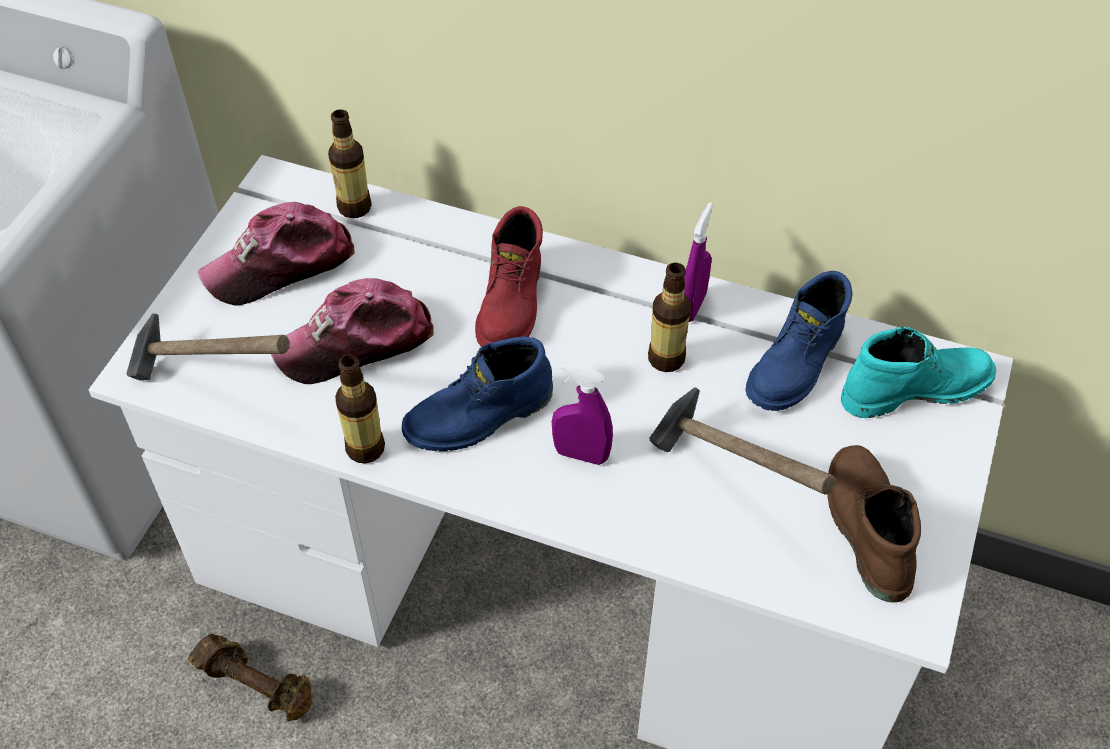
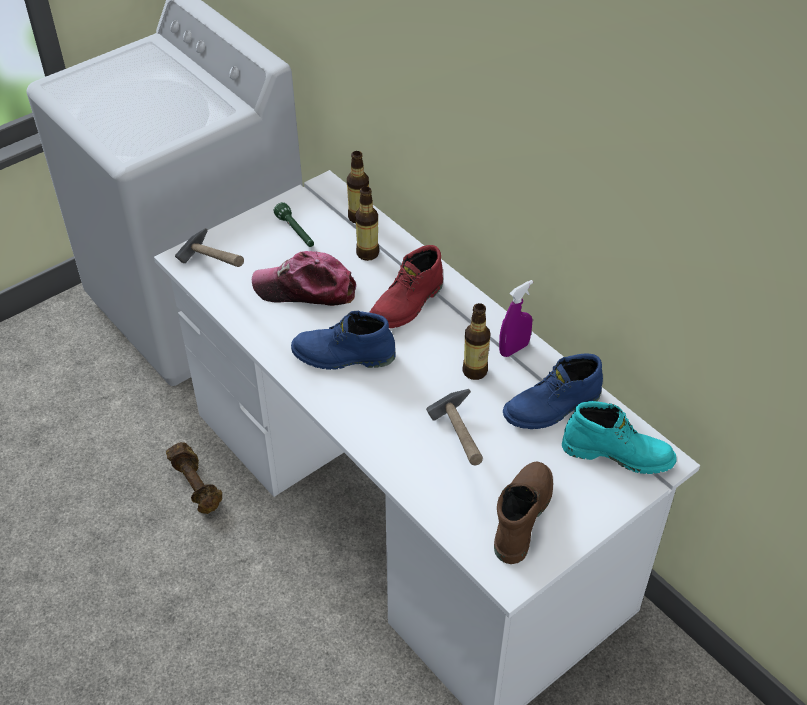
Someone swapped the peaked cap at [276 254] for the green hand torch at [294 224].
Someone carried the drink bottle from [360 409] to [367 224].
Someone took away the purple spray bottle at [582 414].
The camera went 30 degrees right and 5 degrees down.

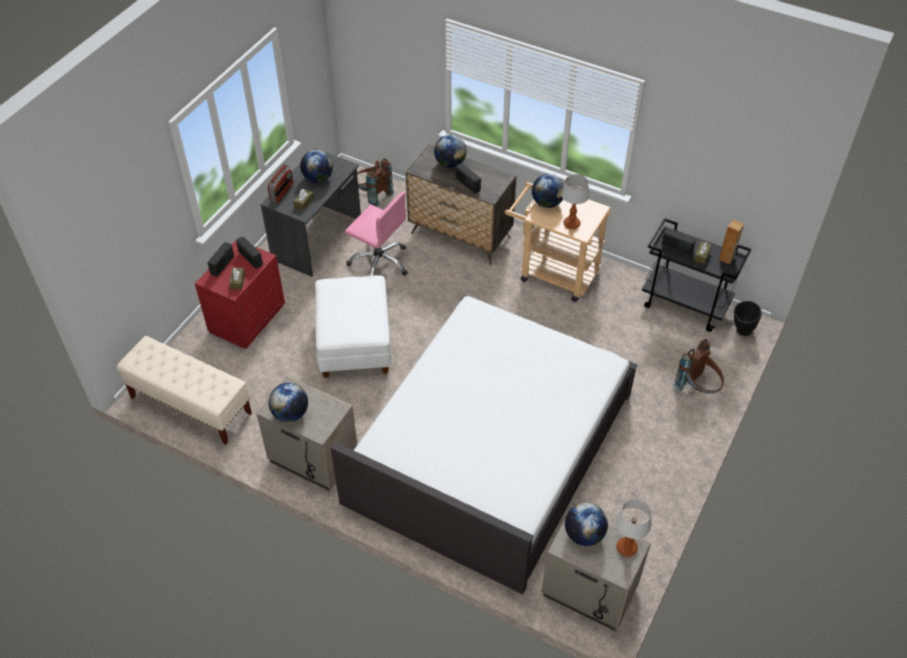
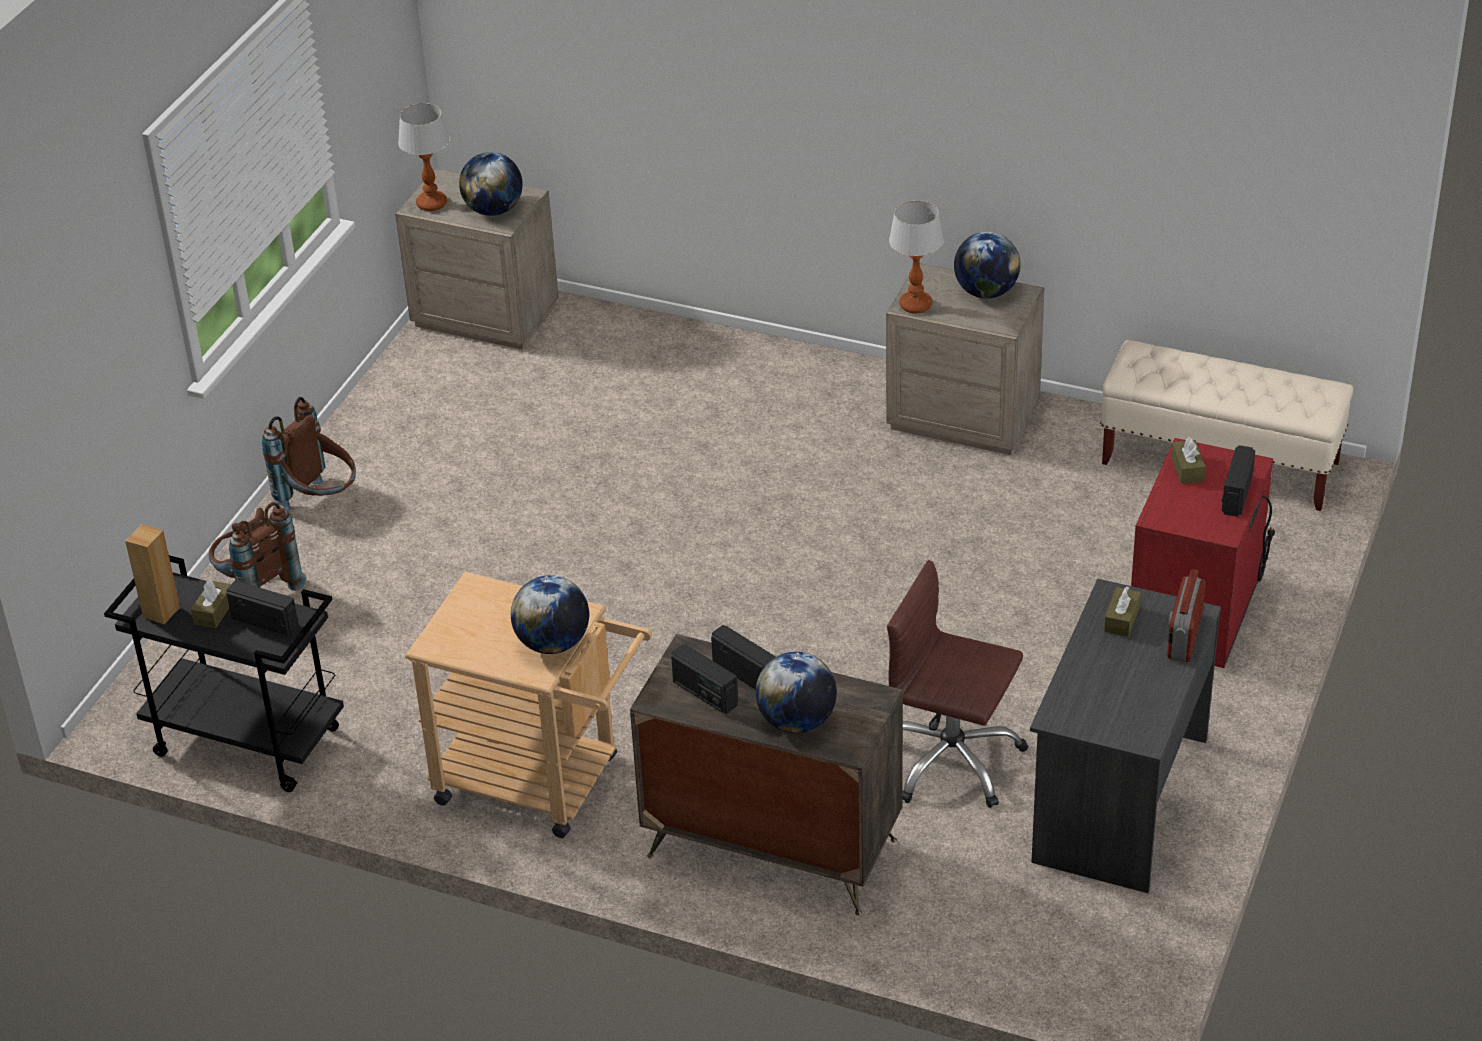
Someone took away the desk globe at [316 166].
Someone carried the brown knapsack from [375 182] to [309 454].
Someone carried the table lamp from [575 201] to [916 257].
Someone repainted the pink computer chair at [376 234], which became the brown computer chair at [957 684].
Someone carried the radio set from [249 252] to [704 679].
Someone took away the whitish ottoman at [353 326].
Someone took away the whitish sleeping bed at [484 444].
Someone took away the black flower vase at [748 318].
The camera went 175 degrees right and 10 degrees down.

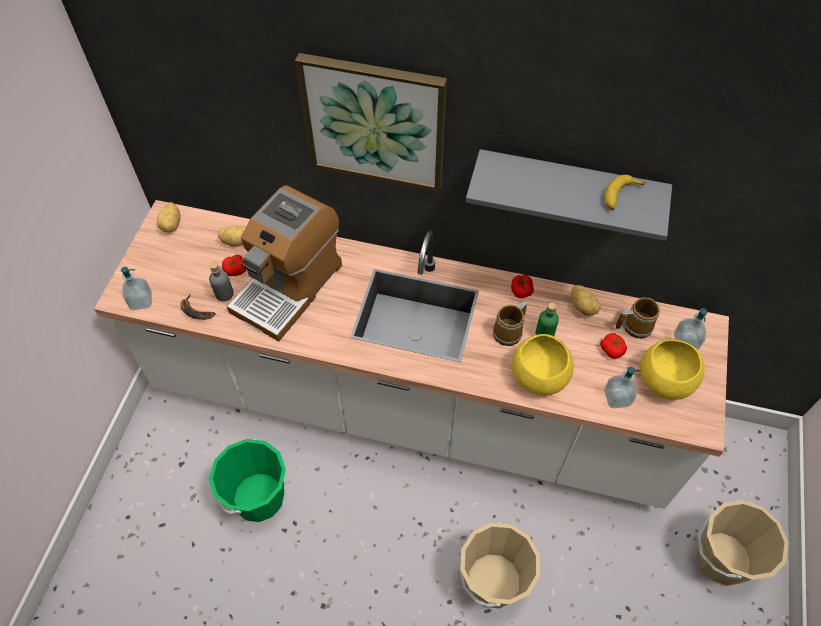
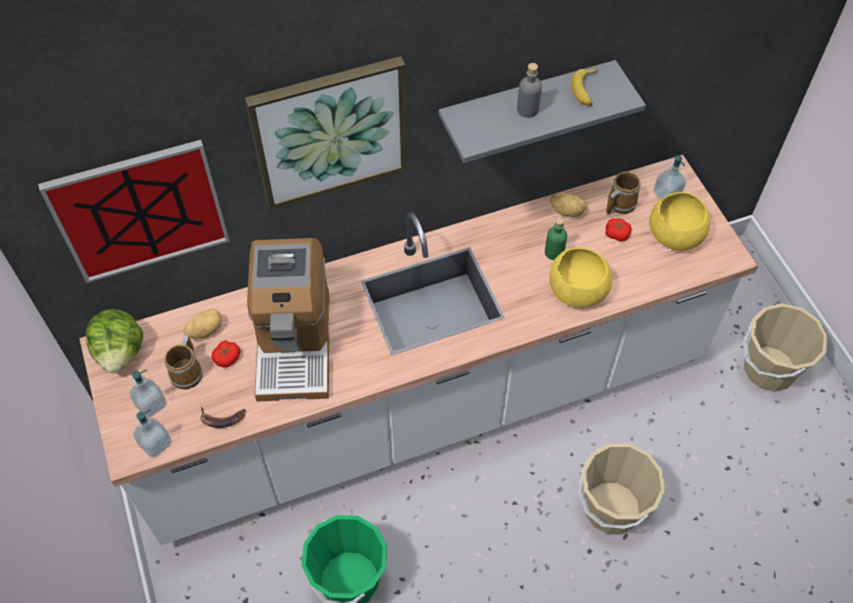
Someone swapped the spud at [169 217] for the head of lettuce at [114 341].
Someone carried the gray drink bottle from [221 282] to [529 90].
Someone took away the tomato at [522 286].
Someone carried the mug from [510 323] to [183 362].
Someone carried the soap dispenser from [622 387] to [148 393].
Someone put up the picture at [133 211].
The camera went 35 degrees left and 0 degrees up.

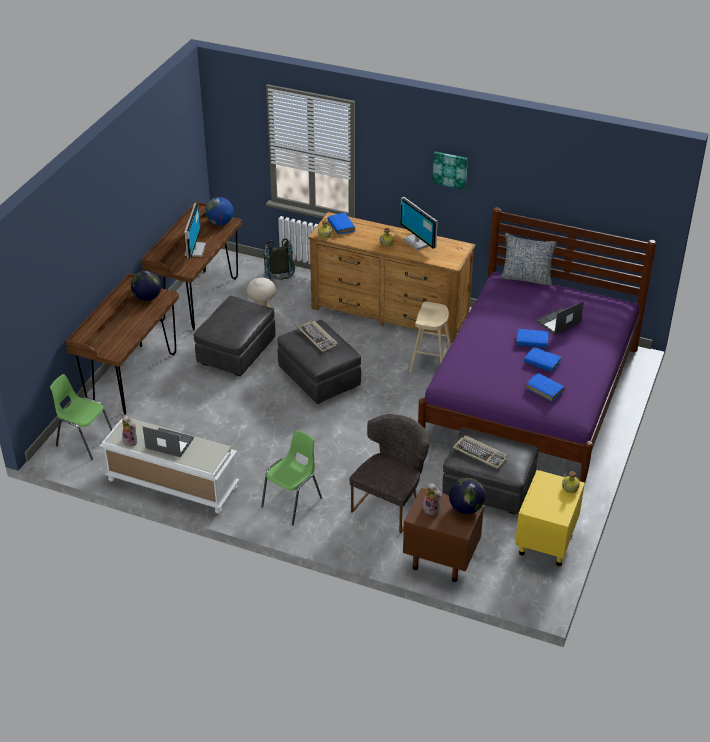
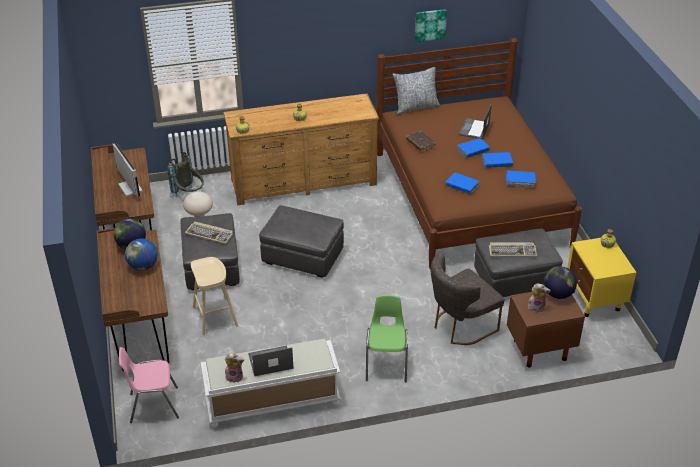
Someone carried the picture from [450 171] to [431 25].
Someone carried the desk globe from [220 211] to [141 254].
Someone took away the monitor at [419 224].
Someone repainted the purple sleeping bed at [537 345], which became the brown sleeping bed at [479 153].
Someone carried the blue volume from [341 223] to [462 183].
Someone carried the beige stool from [430 337] to [214 296].
Someone carried the PC keyboard from [317 336] to [209 232].
Someone repainted the green chair at [81 417], which became the pink chair at [149 385].
Someone rotated the gray chair at [389 474] by 120 degrees counterclockwise.
Someone put down the brown volume at [421 141].
The camera went 35 degrees left and 0 degrees up.

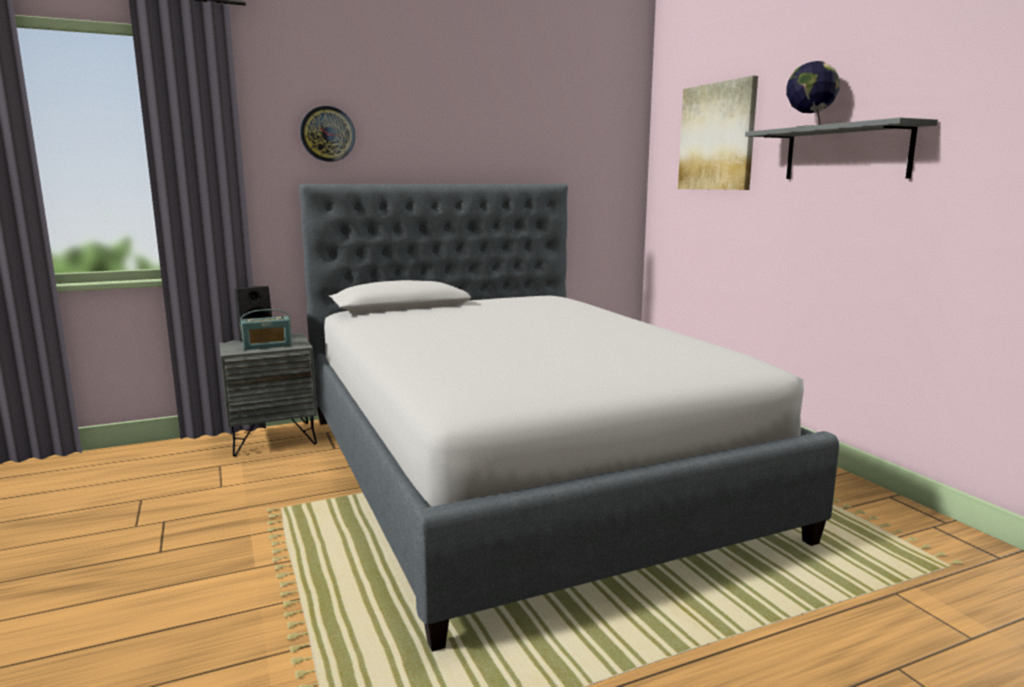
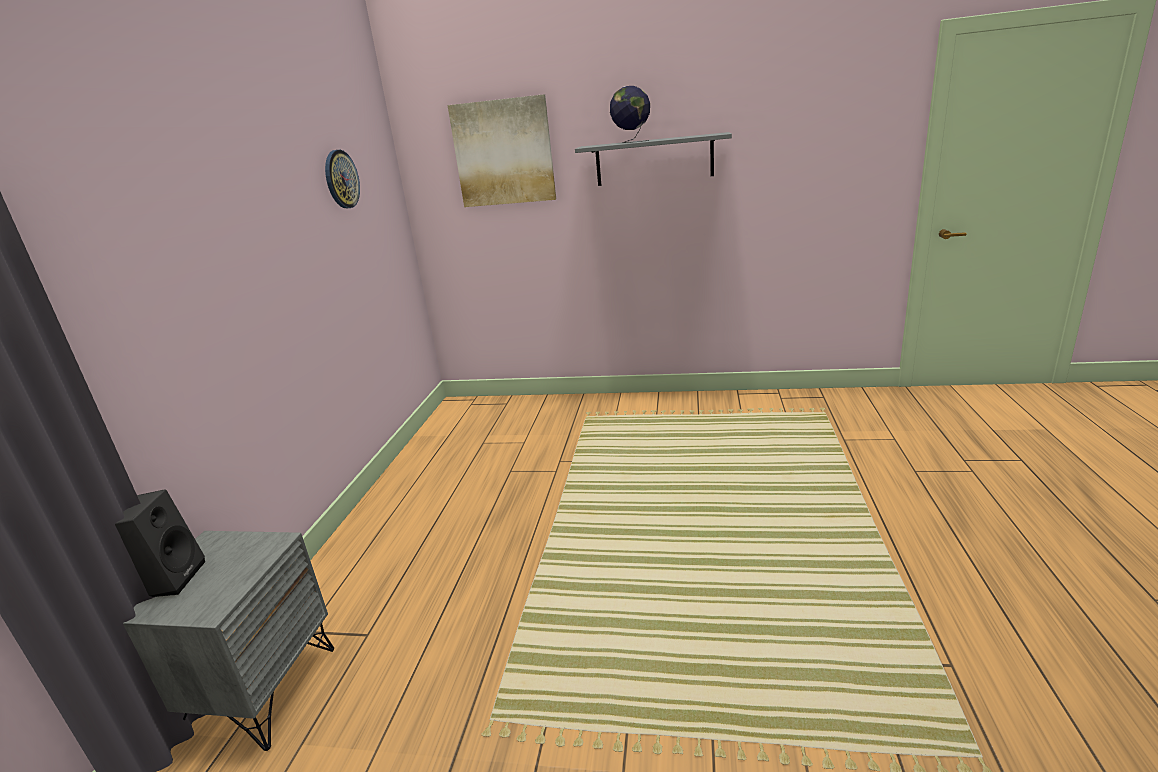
Someone carried the hanging clock from [327 134] to [342 179].
Someone took away the sleeping bed at [569 417].
Someone took away the radio set at [266 329].
The camera went 55 degrees left and 10 degrees up.

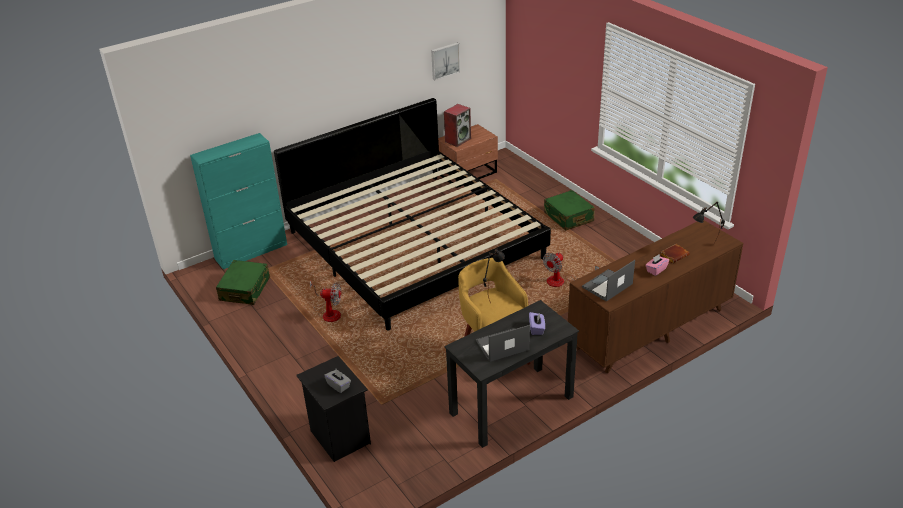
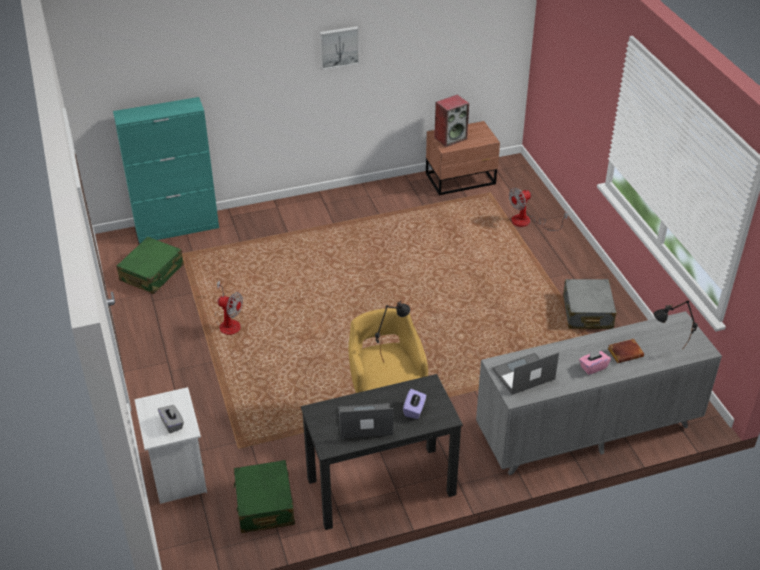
Someone carried the picture from [445 61] to [339 48].
Someone took away the sleeping bed at [412 214].
Someone carried the green suitcase from [569 210] to [264 496].
Someone repainted the brown dresser at [655 296], which became the gray dresser at [599 393].
Someone carried the electric fan from [571 269] to [538 209].
Someone repainted the black night table at [334 409], which became the whitish night table at [170 445].
Someone put down the gray suitcase at [590 304].
The camera went 15 degrees right and 5 degrees up.

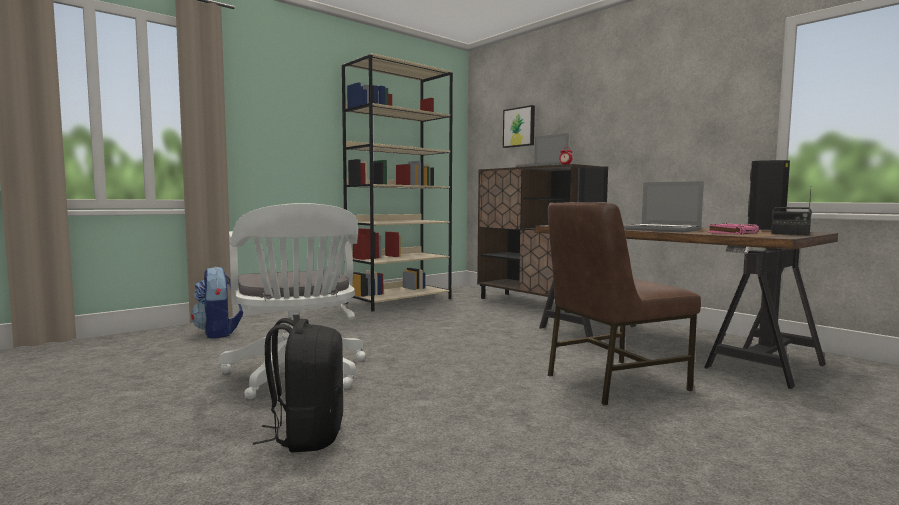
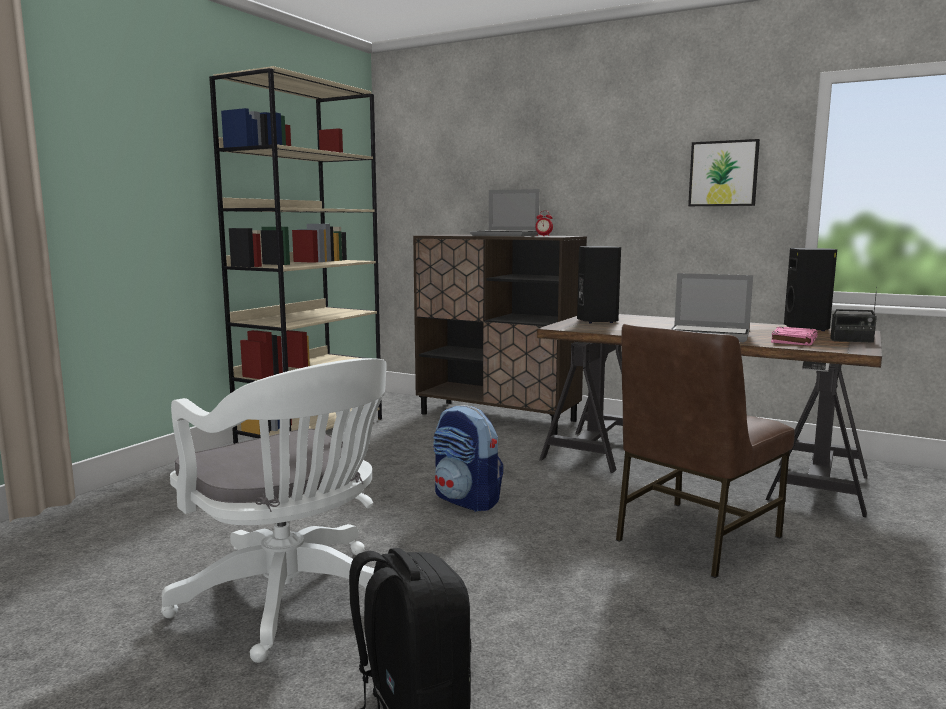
Someone carried the picture from [519 126] to [724 172].
Someone carried the knapsack from [217 303] to [468 458].
The camera went 20 degrees left and 5 degrees up.

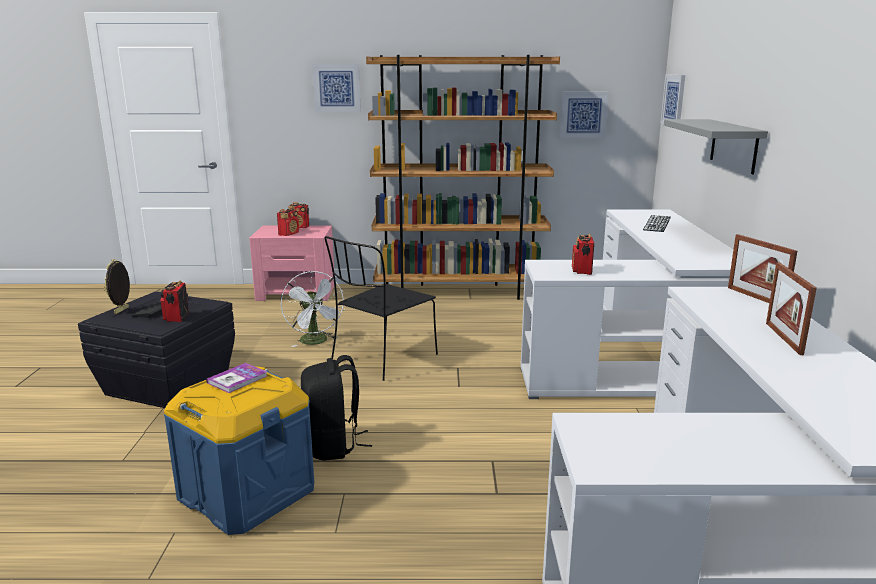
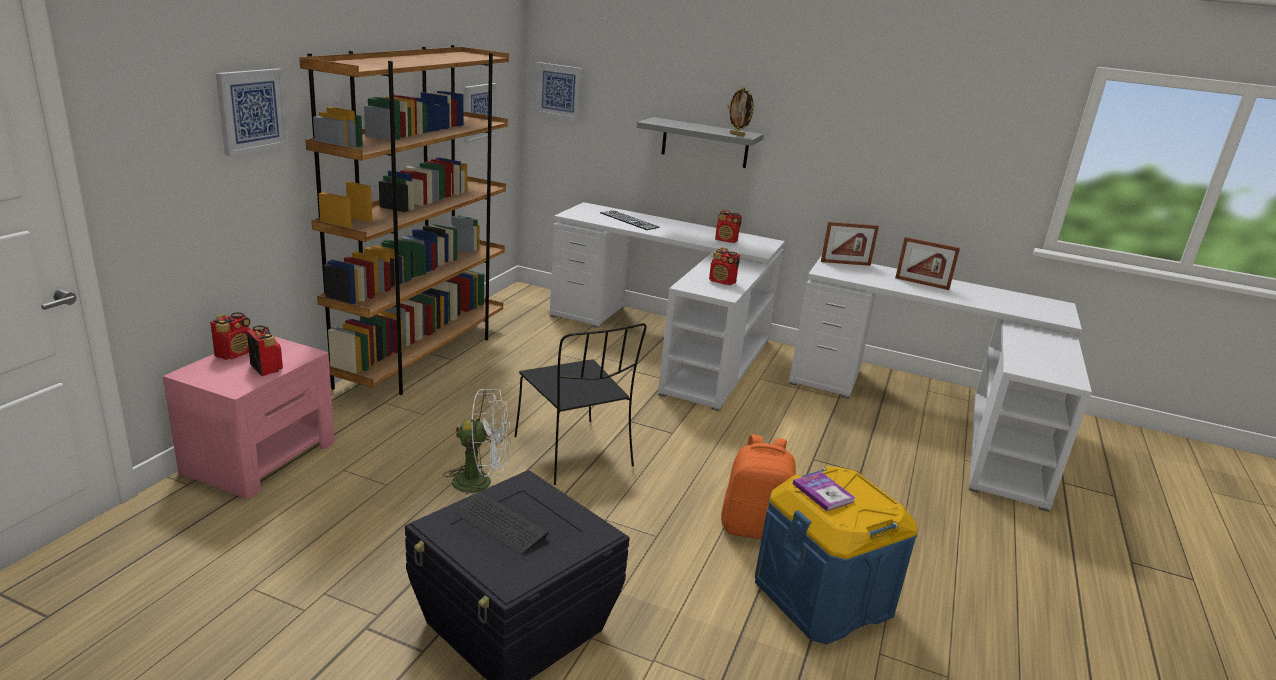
Someone carried the standing frame from [117 286] to [740 112].
Someone carried the radio set from [174 301] to [728 226].
Someone repainted the black knapsack at [336 408], which became the orange knapsack at [758 487].
The camera went 70 degrees left and 5 degrees up.

